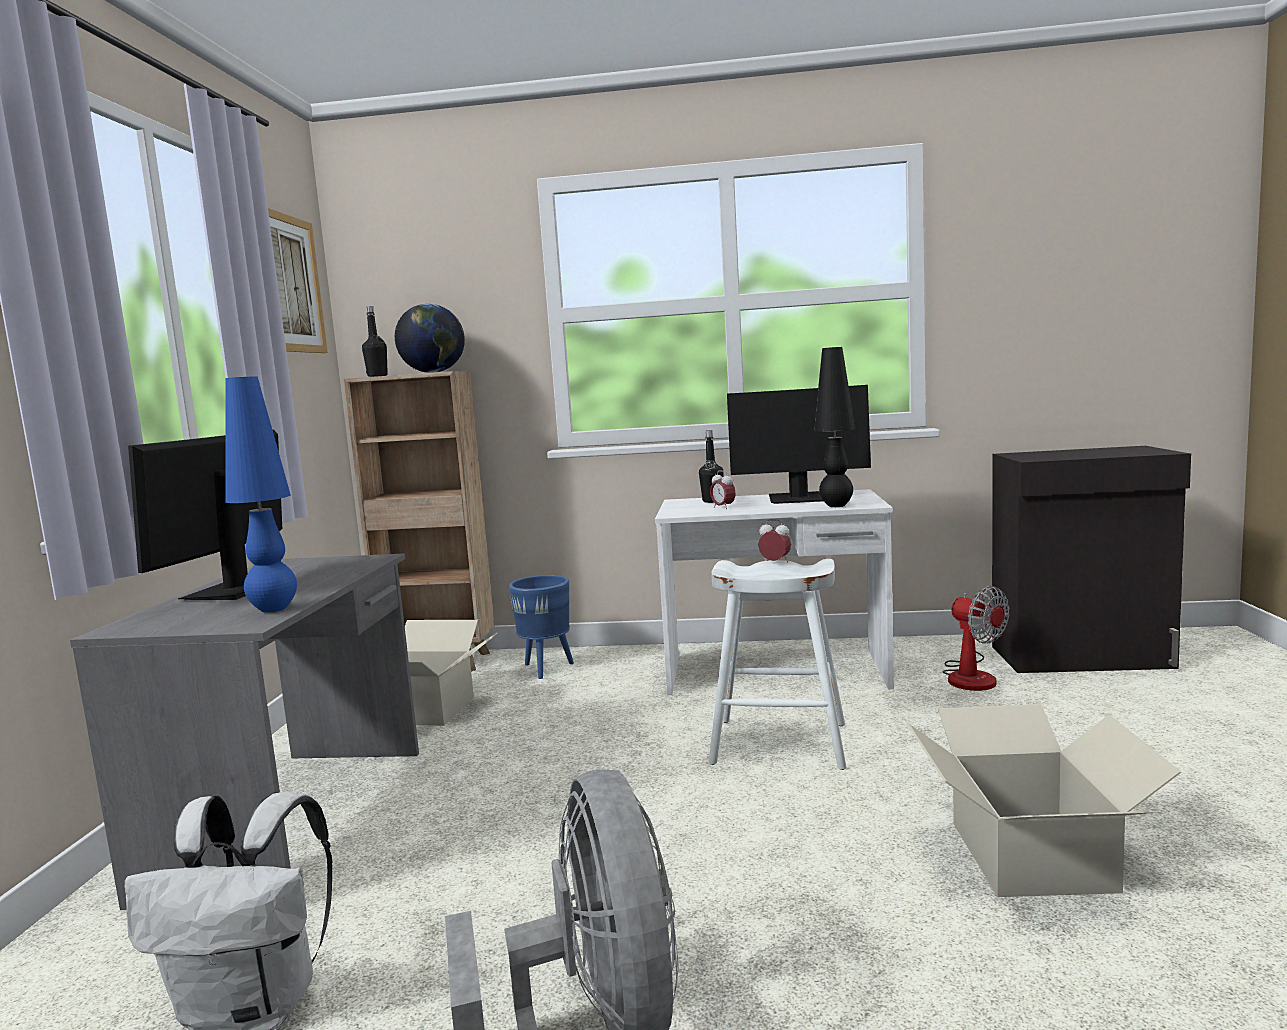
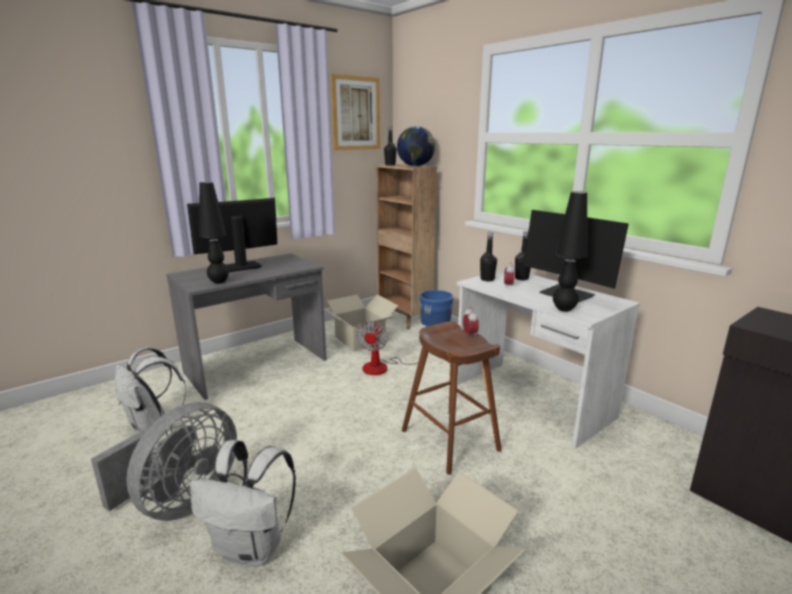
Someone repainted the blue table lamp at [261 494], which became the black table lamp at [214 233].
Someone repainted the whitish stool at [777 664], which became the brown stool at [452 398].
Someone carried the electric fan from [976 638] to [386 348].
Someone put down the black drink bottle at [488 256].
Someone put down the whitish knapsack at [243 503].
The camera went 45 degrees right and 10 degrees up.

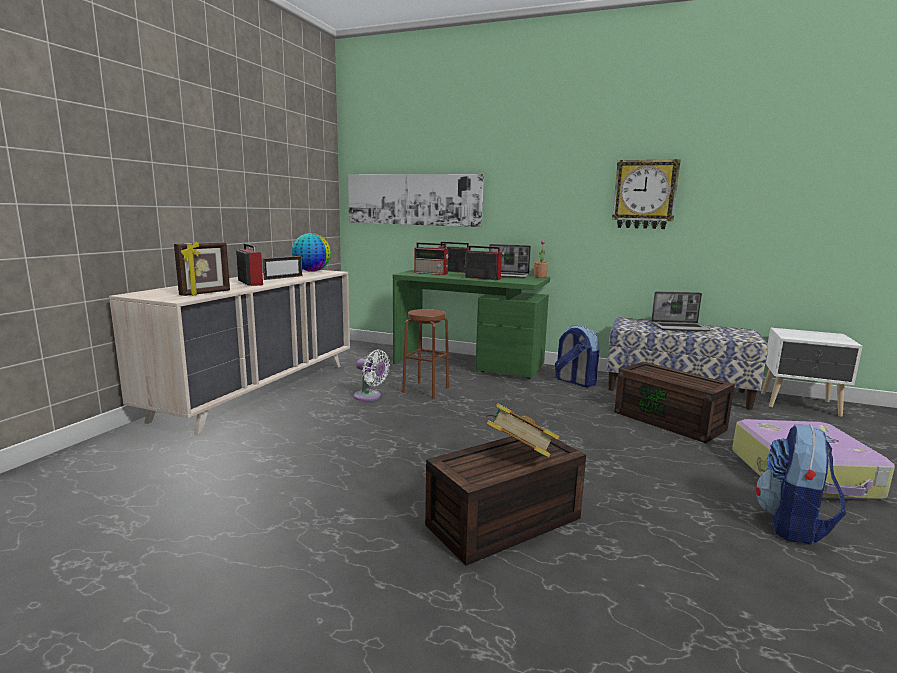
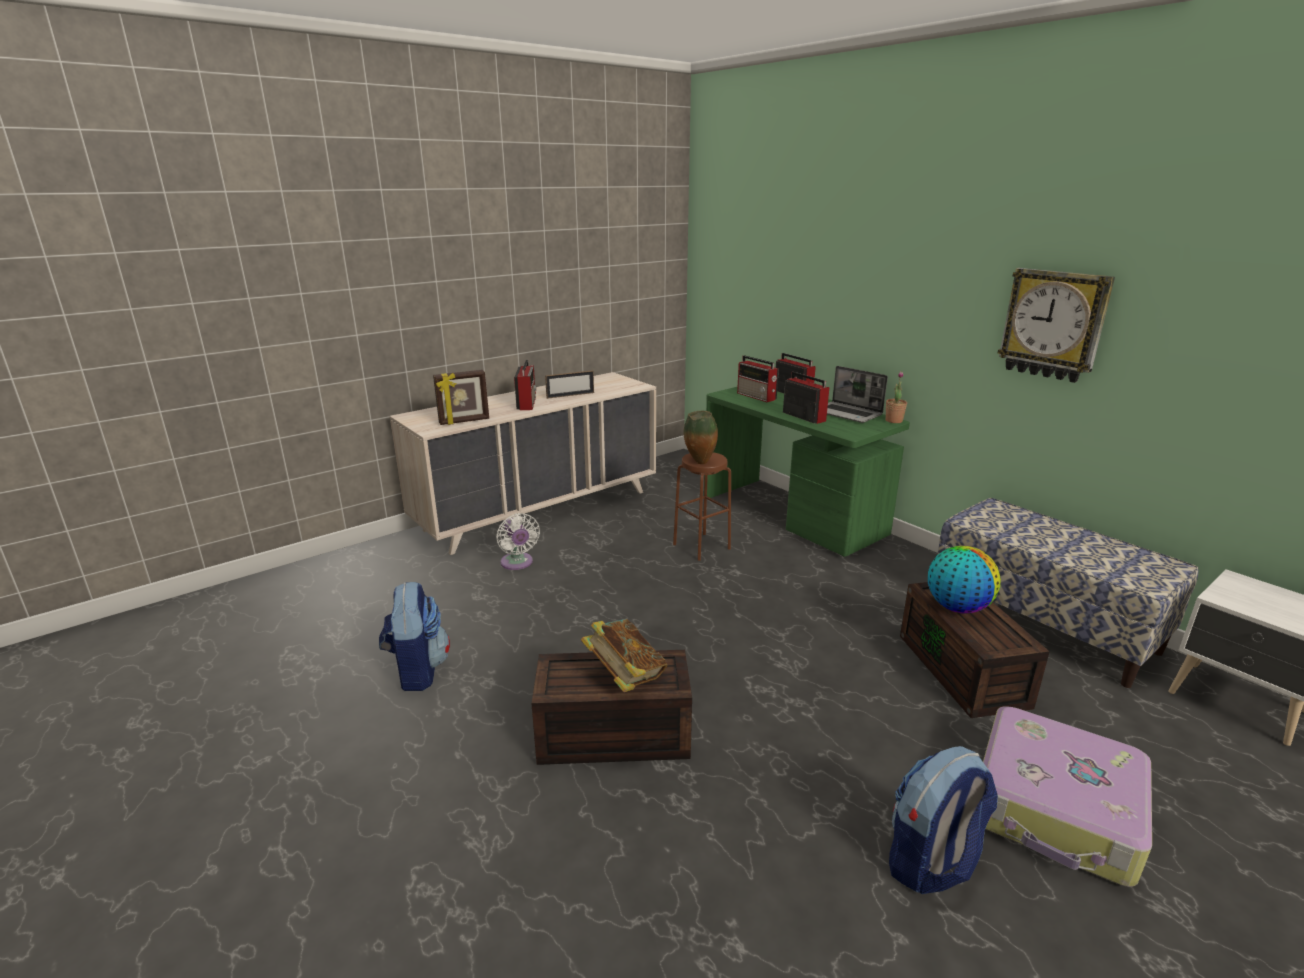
Someone took away the picture at [416 200].
Someone carried the desk globe from [311 252] to [964 580].
Someone took away the notebook computer at [681 311].
Someone carried the knapsack from [577 356] to [414 636].
Someone carried the whitish electric fan from [372 375] to [518 541].
Someone put down the flower vase at [700 437].
The camera went 30 degrees right and 10 degrees up.

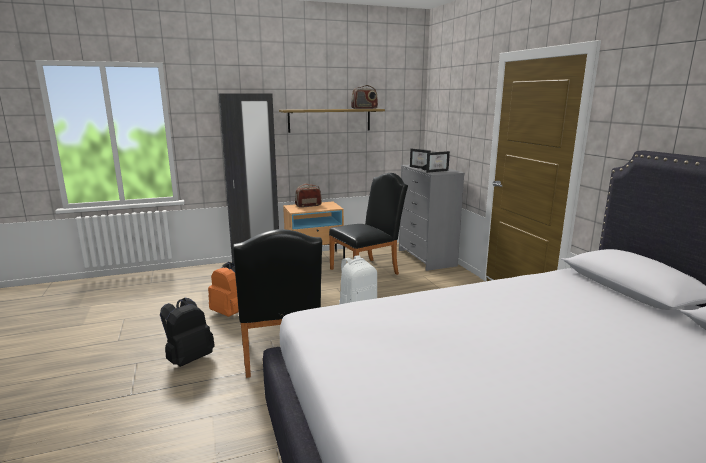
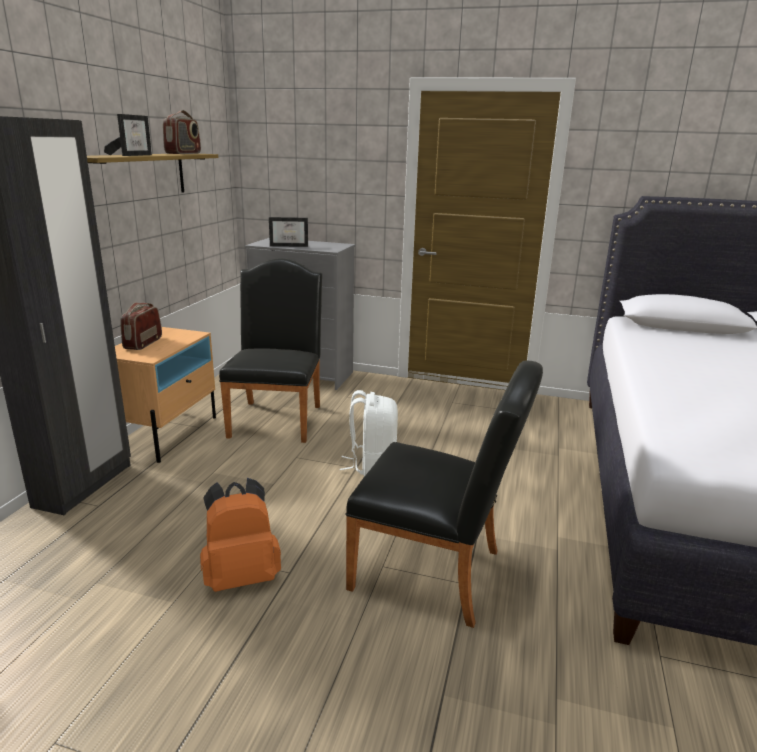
Someone carried the standing frame from [436 162] to [128 135].
Someone took away the black knapsack at [187 332].
The camera went 55 degrees left and 5 degrees up.

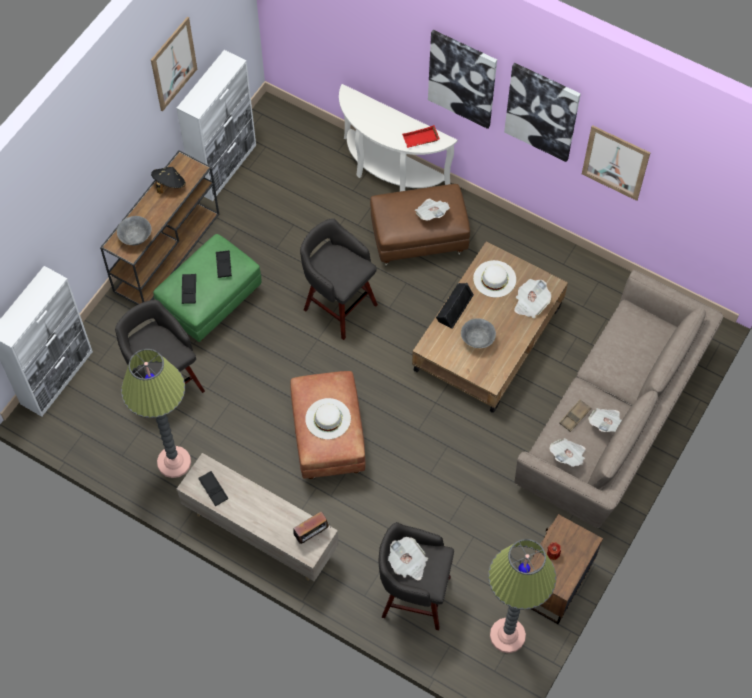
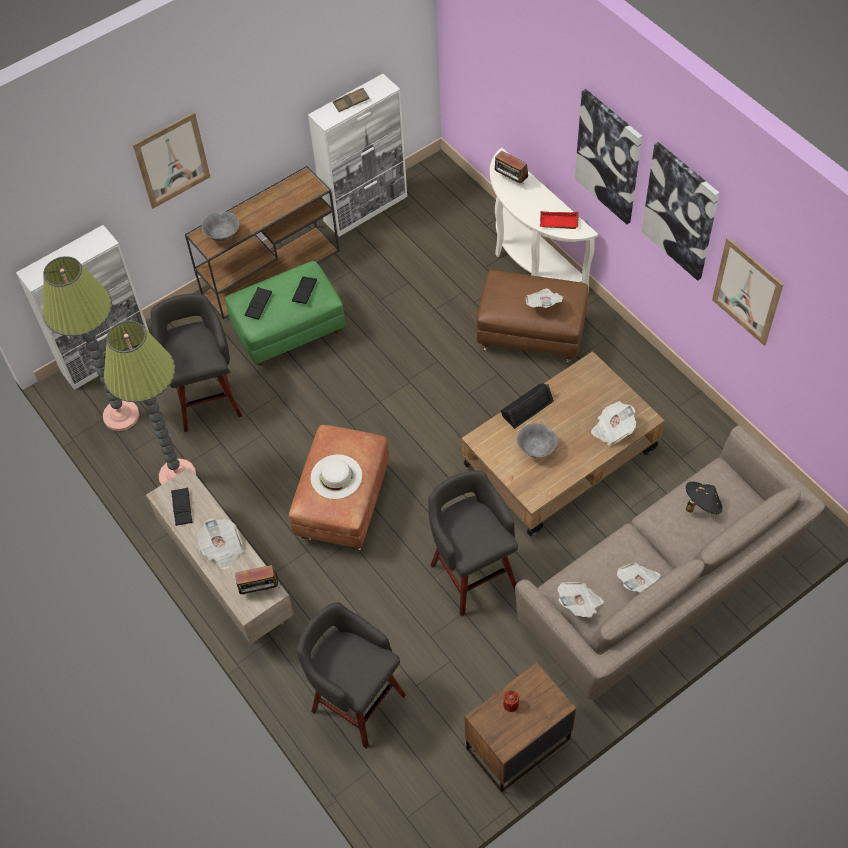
Someone carried the picture from [174 64] to [171 160].
Someone carried the black hat from [168 180] to [704 497].
Someone carried the gray stool from [339 279] to [473 543].
Someone took away the whitish hat at [494 278].
Someone carried the brown tray from [575 415] to [351 100].
Someone carried the printed paper from [408 559] to [220 544].
Someone carried the standard lamp from [522 596] to [91 343].
Someone put down the radio set at [512 167].
The camera went 25 degrees right and 5 degrees down.

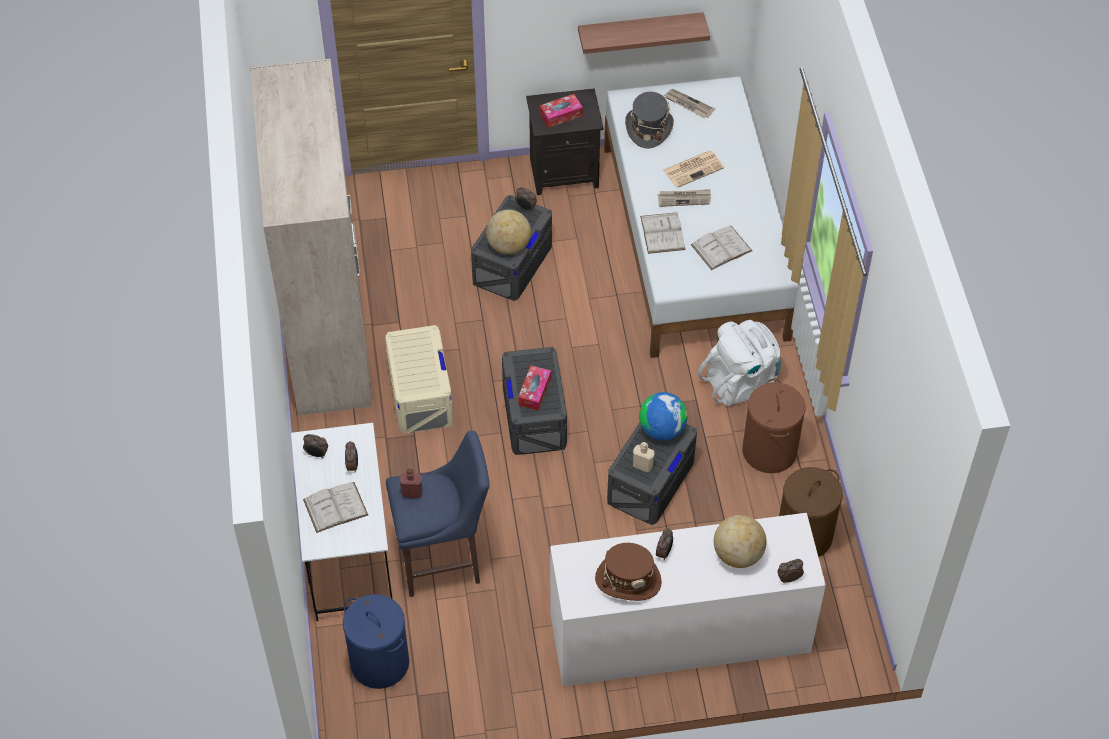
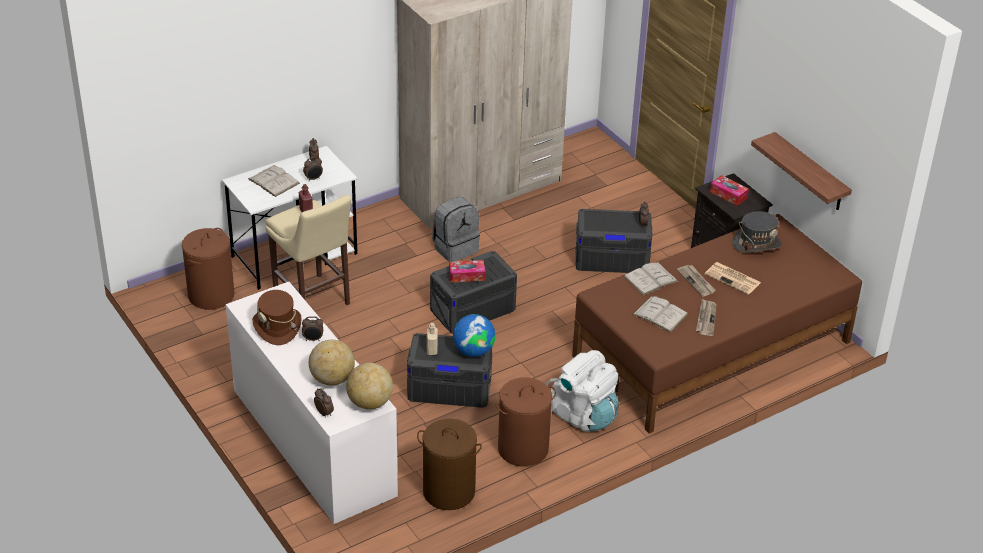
Someone repainted the whitish sleeping bed at [701 217], which became the brown sleeping bed at [717 324].
Someone carried the printed paper from [689 103] to [706 317].
Someone carried the desk globe from [508 232] to [369 386].
Someone swapped the beige storage bin at [419 379] for the gray knapsack at [456 229].
Someone repainted the blue stool at [437 513], which became the beige stool at [308 250].
Someone repainted the blue hamper at [376 641], which became the brown hamper at [208 269].
The camera went 65 degrees right and 15 degrees down.

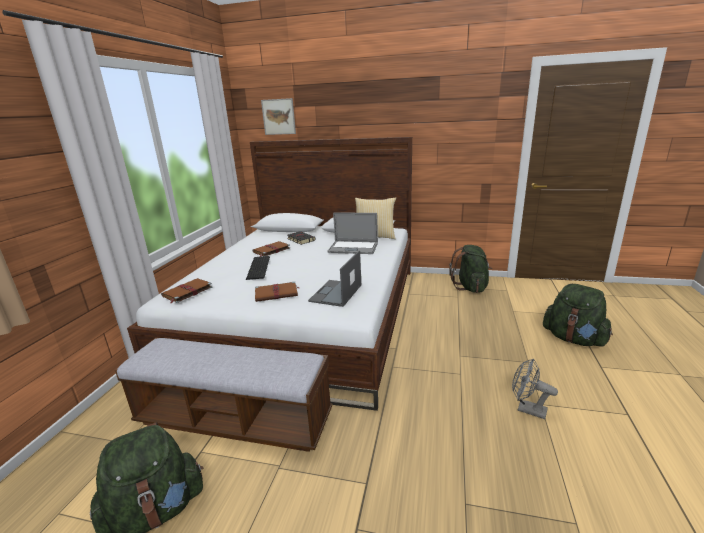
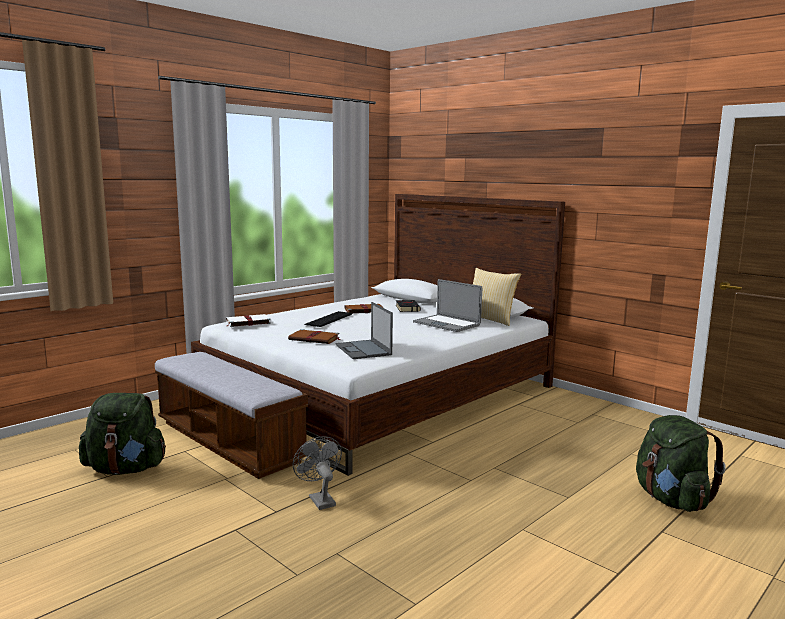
Someone took away the picture at [278 116].
Someone took away the green knapsack at [470 269].
Someone rotated the notebook computer at [334 278] by 75 degrees counterclockwise.
Someone repainted the brown volume at [186 290], which became the whitish volume at [248 320].
Someone carried the gray electric fan from [535 388] to [317 473].
The camera went 30 degrees right and 10 degrees down.

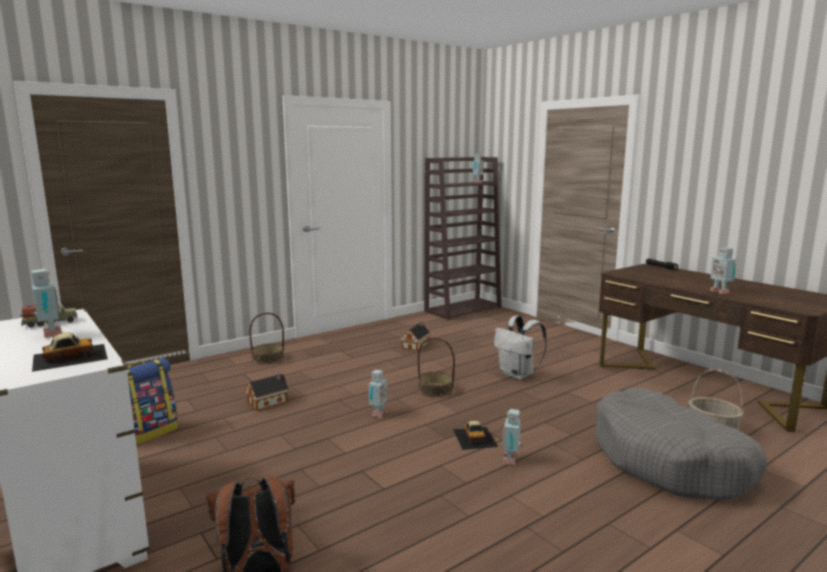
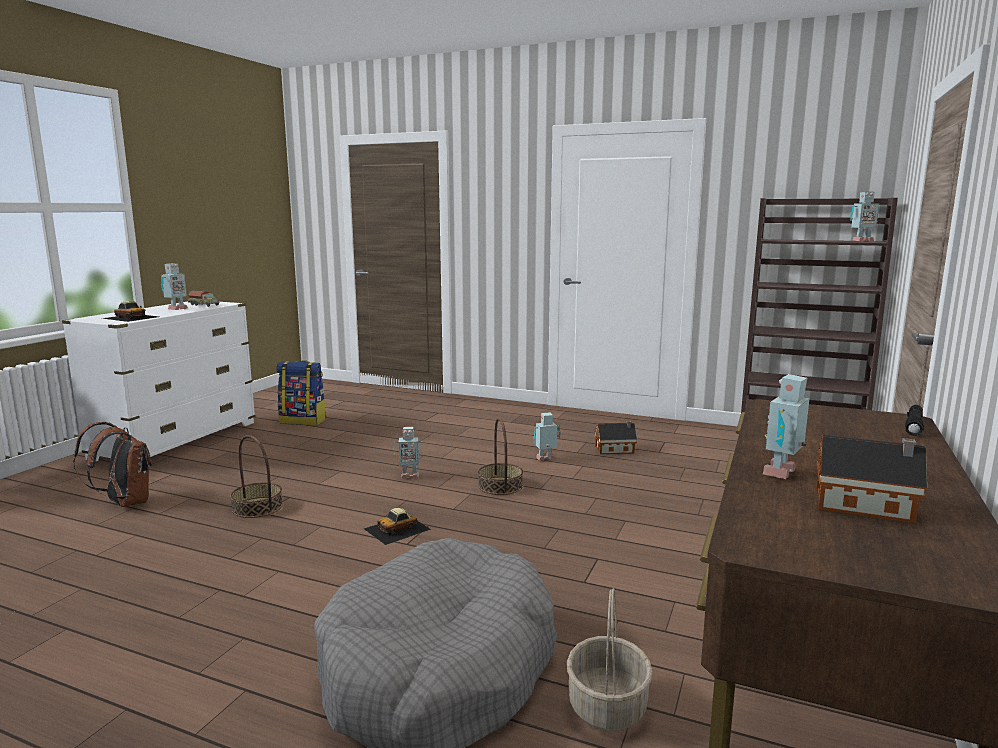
Someone carried the storage basket from [266 338] to [256 476].
Someone took away the whitish knapsack at [520 347].
Someone carried the model house from [267 392] to [871 479].
Someone carried the robot figure from [512 437] to [547 436].
The camera went 60 degrees right and 0 degrees up.

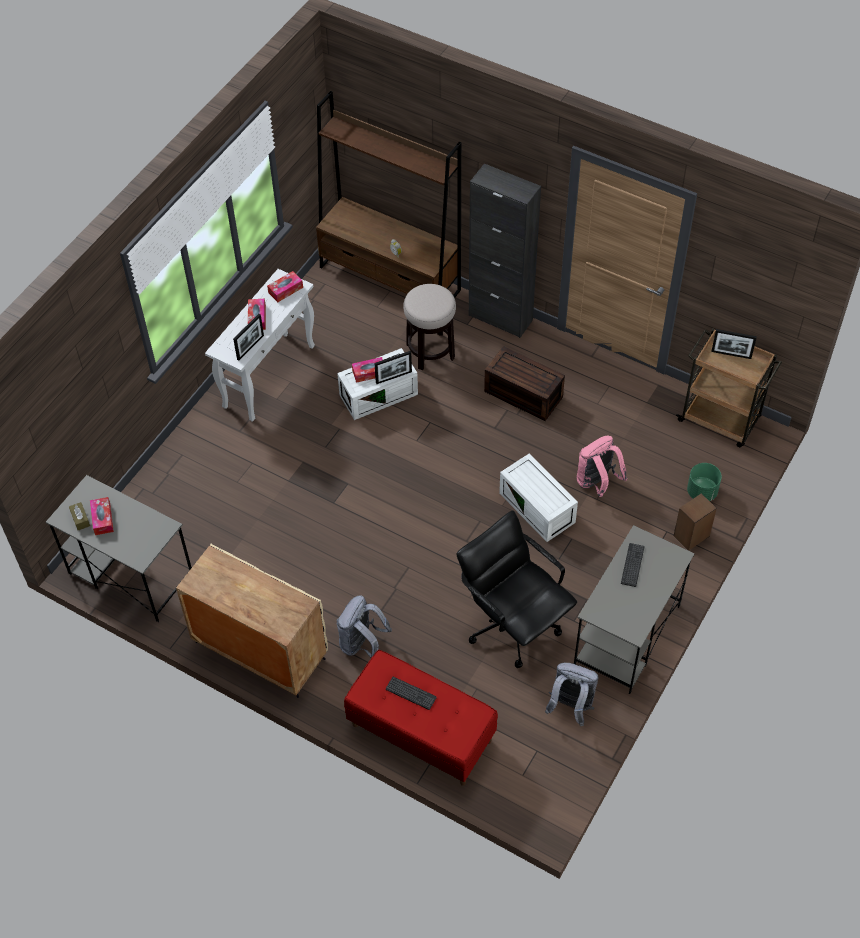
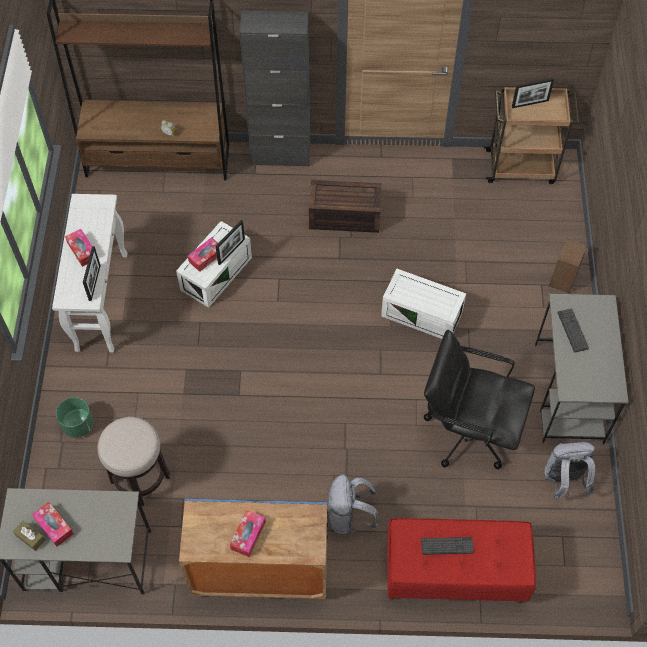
Someone carried the tissue box from [285 286] to [248 533].
Someone carried the stool from [429 327] to [133 461].
Someone took away the pink knapsack at [602 466].
Someone carried the green flower pot from [704 482] to [75 417].
Someone repainted the beige cupboard at [252 621], which became the blue cupboard at [253 548].
The camera went 30 degrees left and 5 degrees up.

